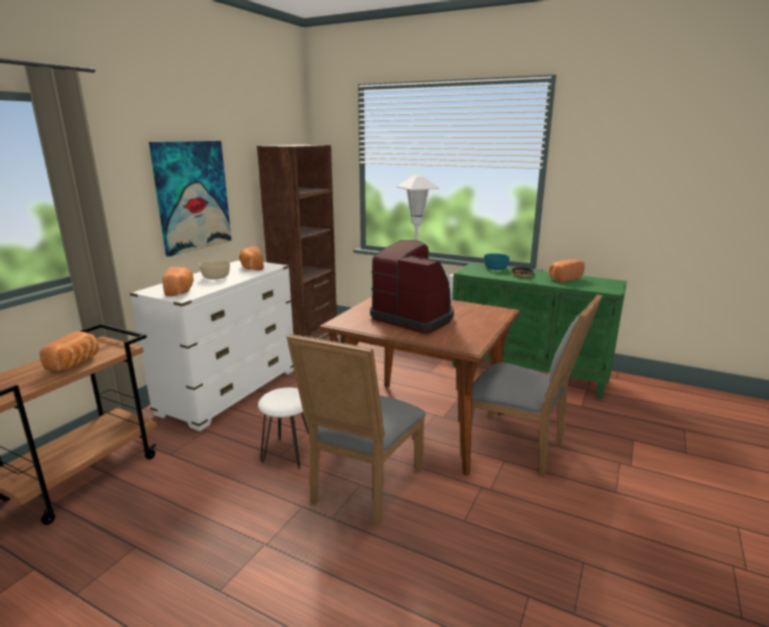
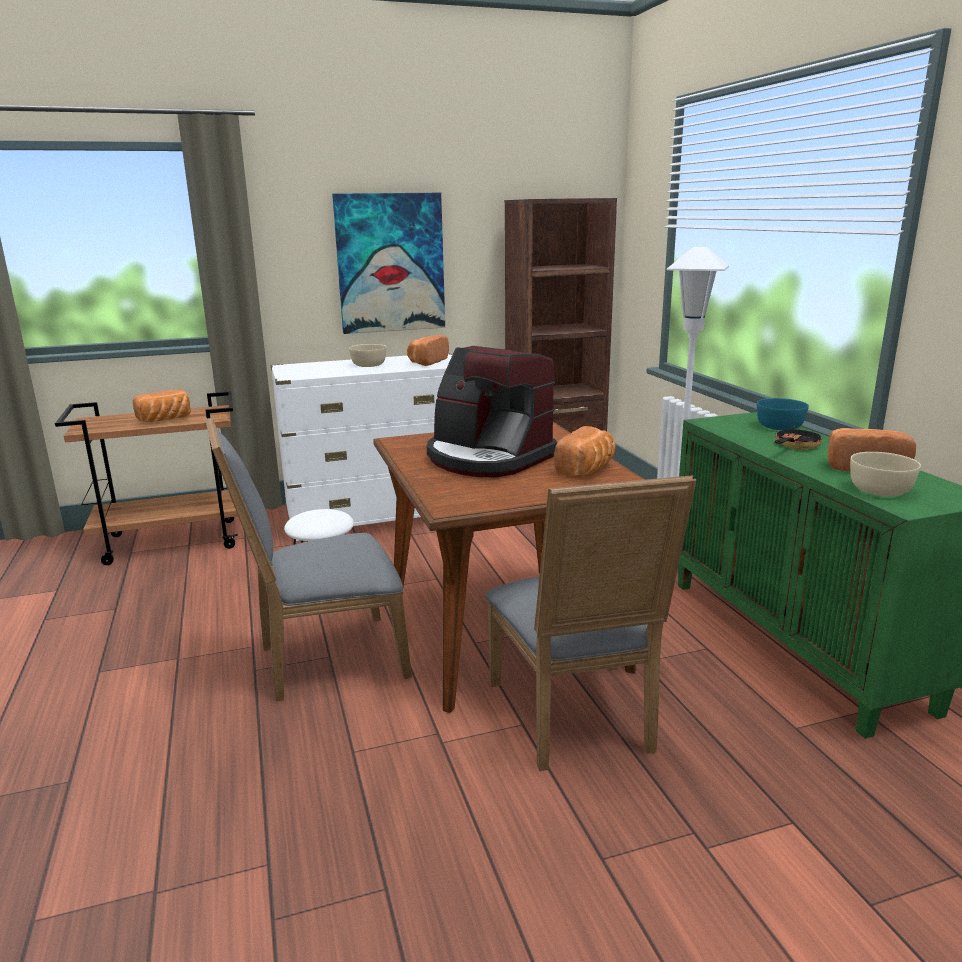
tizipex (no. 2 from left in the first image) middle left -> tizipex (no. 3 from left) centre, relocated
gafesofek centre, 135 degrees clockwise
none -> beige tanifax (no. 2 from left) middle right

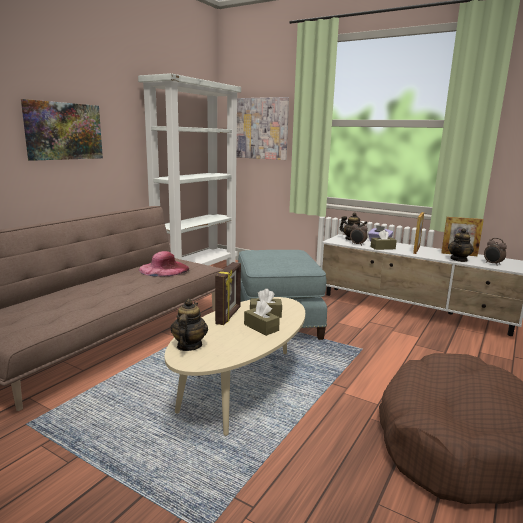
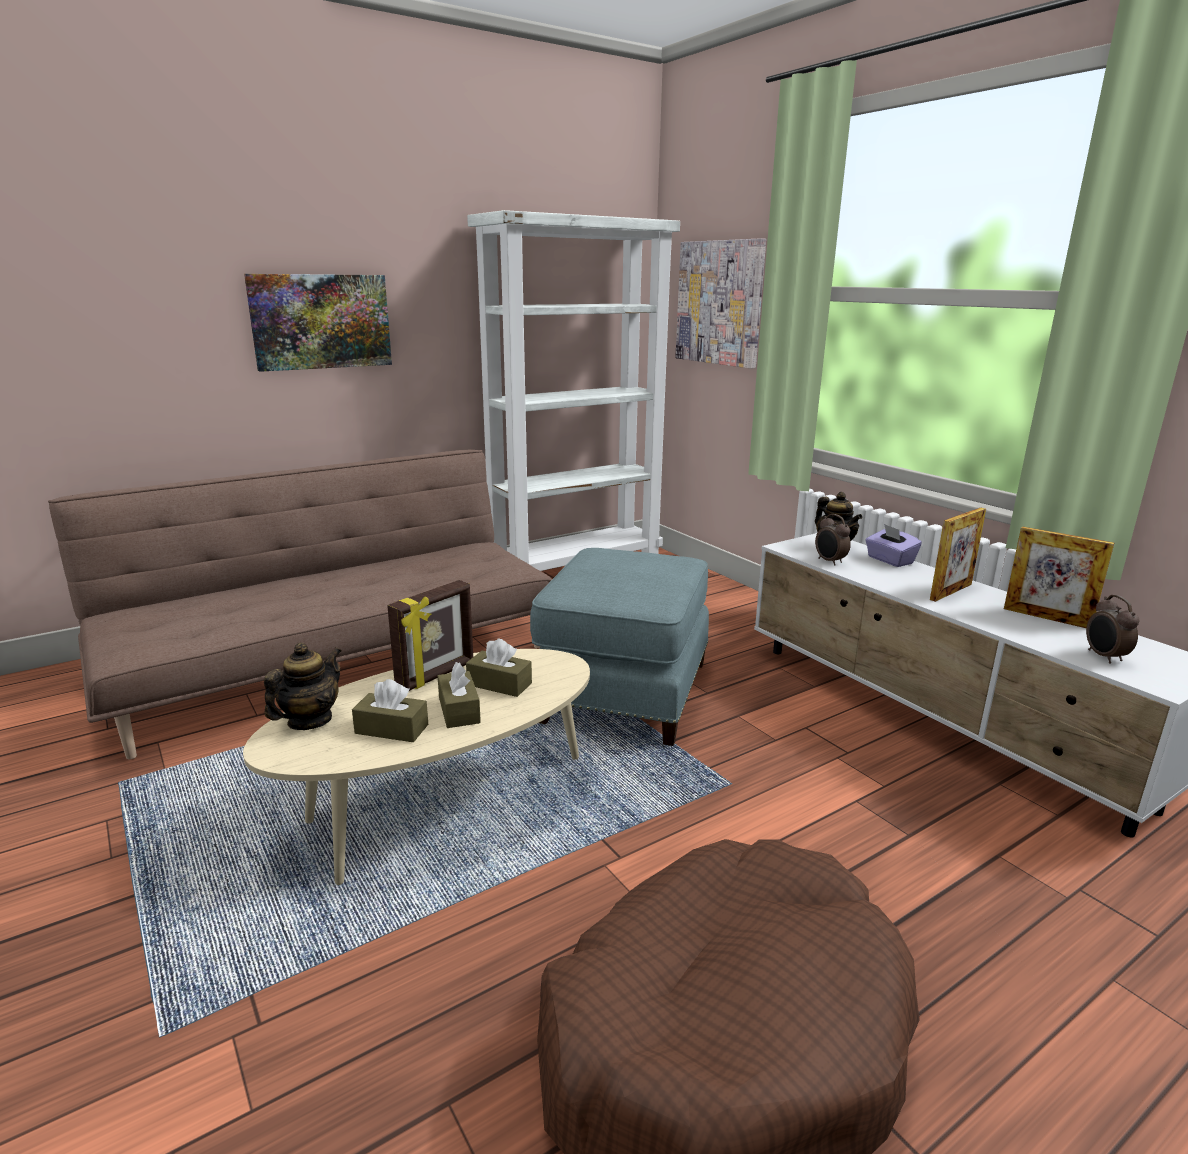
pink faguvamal middle left -> none
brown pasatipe (no. 3 from left in the first image) middle right -> brown pasatipe (no. 1 from left) middle left, relocated
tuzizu (no. 3 from left) middle right -> none

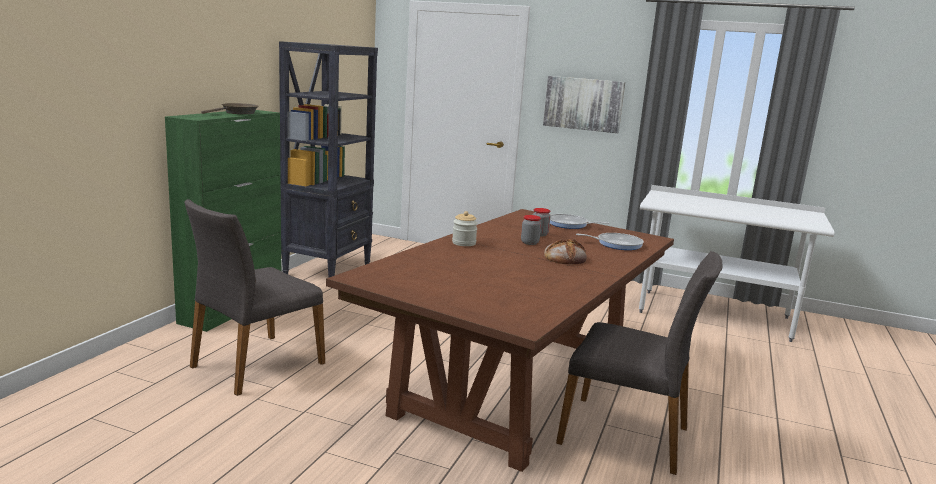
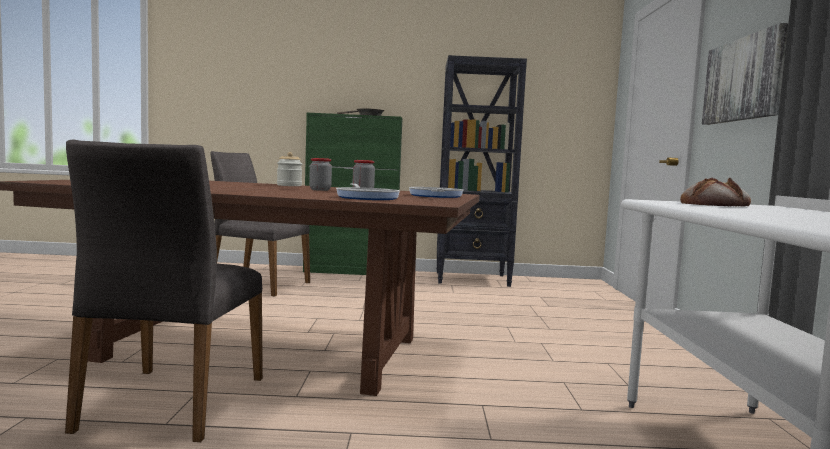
tizipex centre -> tizipex middle right, relocated

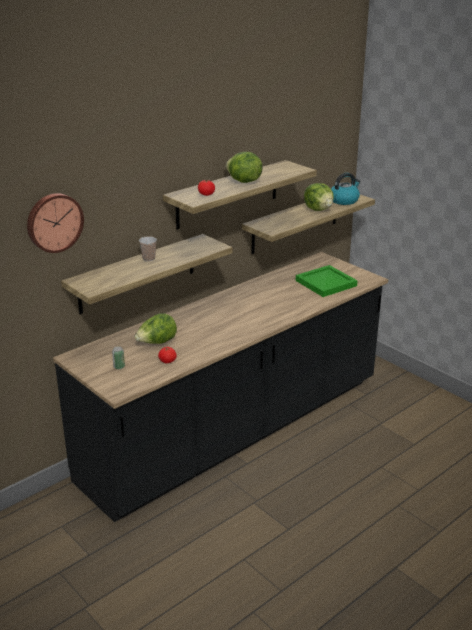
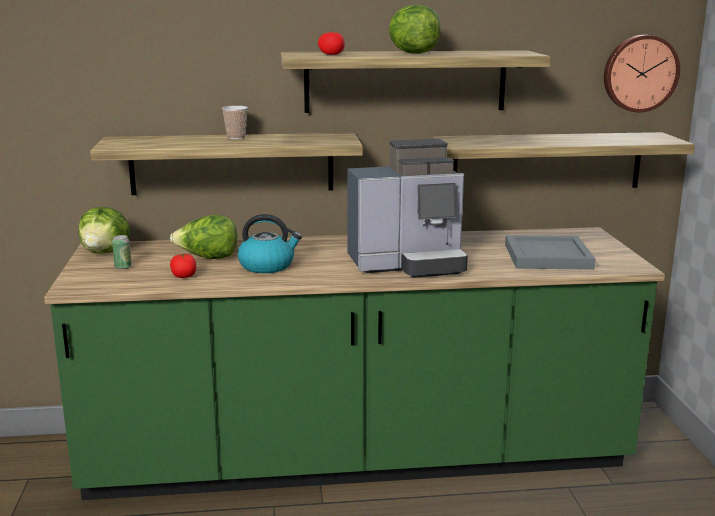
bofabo middle left -> bofabo top right, relocated
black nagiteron centre -> green nagiteron bottom centre
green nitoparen middle right -> grey nitoparen middle right
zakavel (no. 3 from left in the first image) top right -> zakavel (no. 1 from left) middle left, relocated
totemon top right -> totemon centre, relocated
none -> gafesofek centre

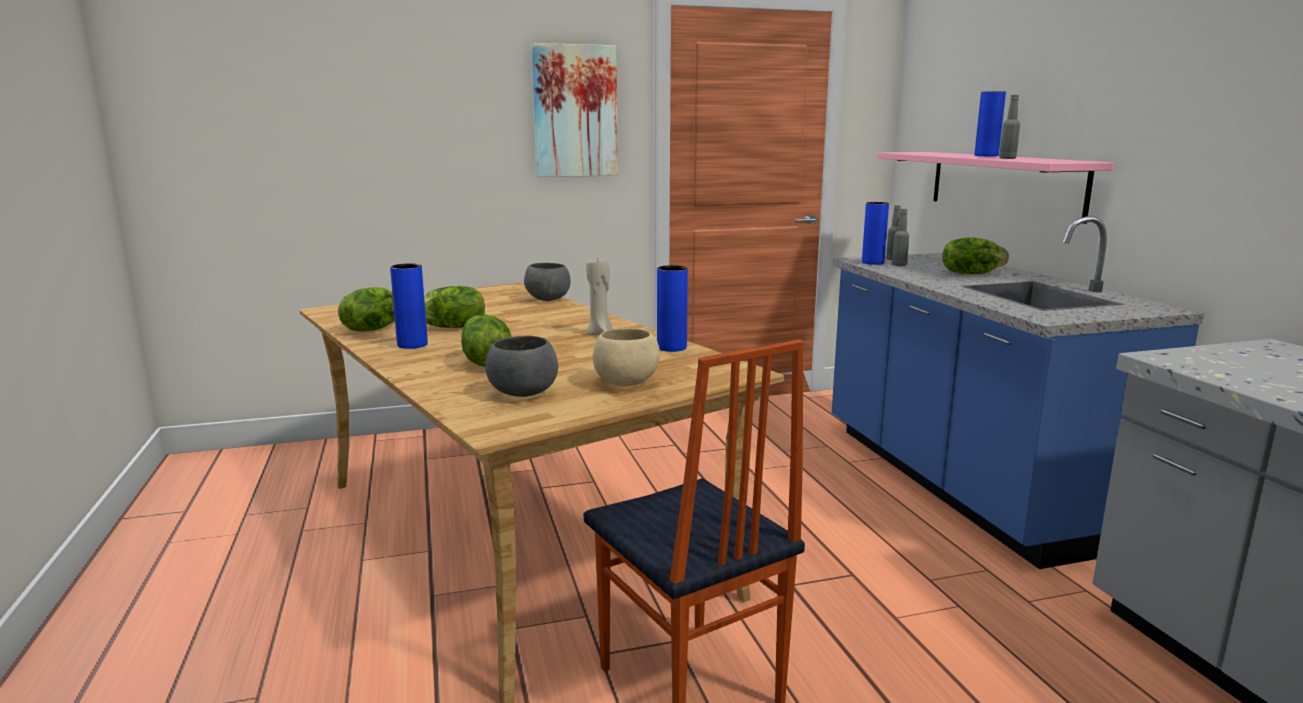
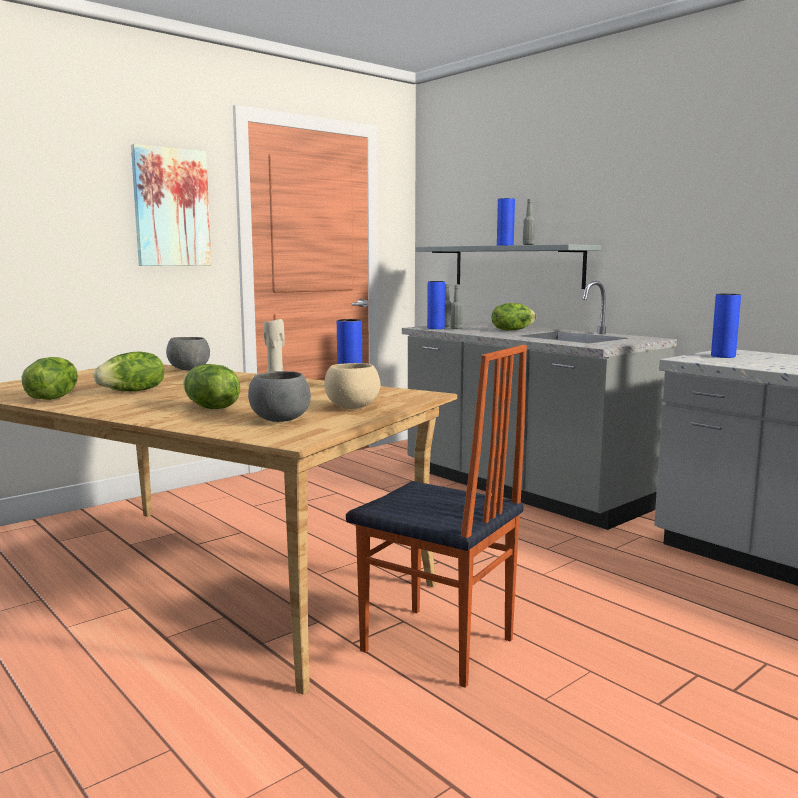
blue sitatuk (no. 1 from left in the first image) middle left -> blue sitatuk (no. 4 from left) middle right, relocated
blue nagiteron middle right -> grey nagiteron (no. 1 from left) middle right
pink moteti top right -> grey moteti centre

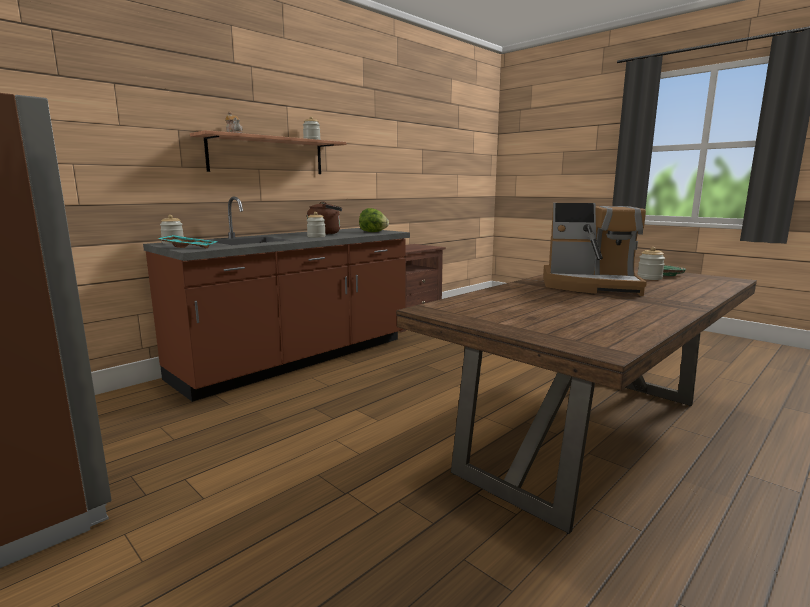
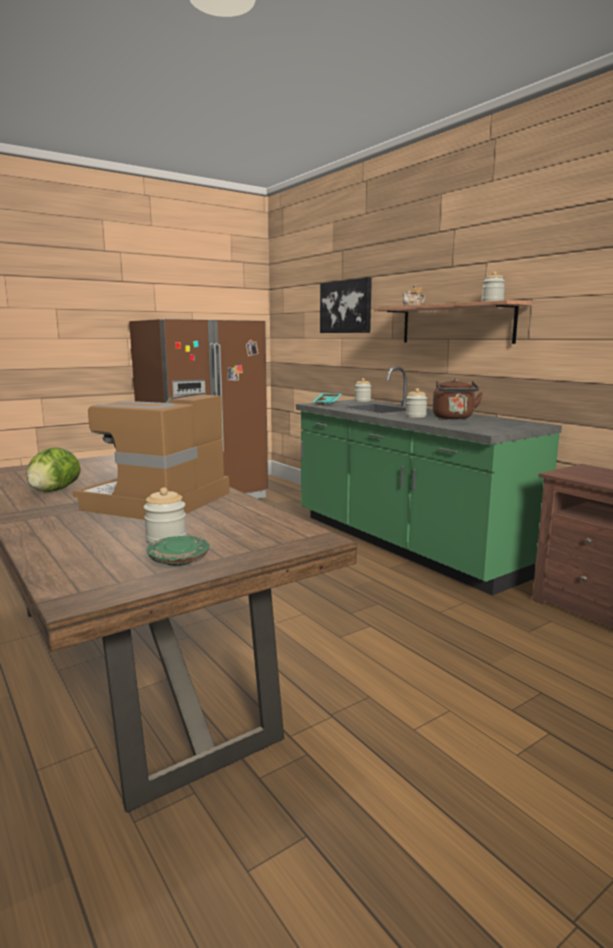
brown nagiteron centre -> green nagiteron middle right
zakavel centre -> zakavel middle left, relocated
none -> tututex top centre

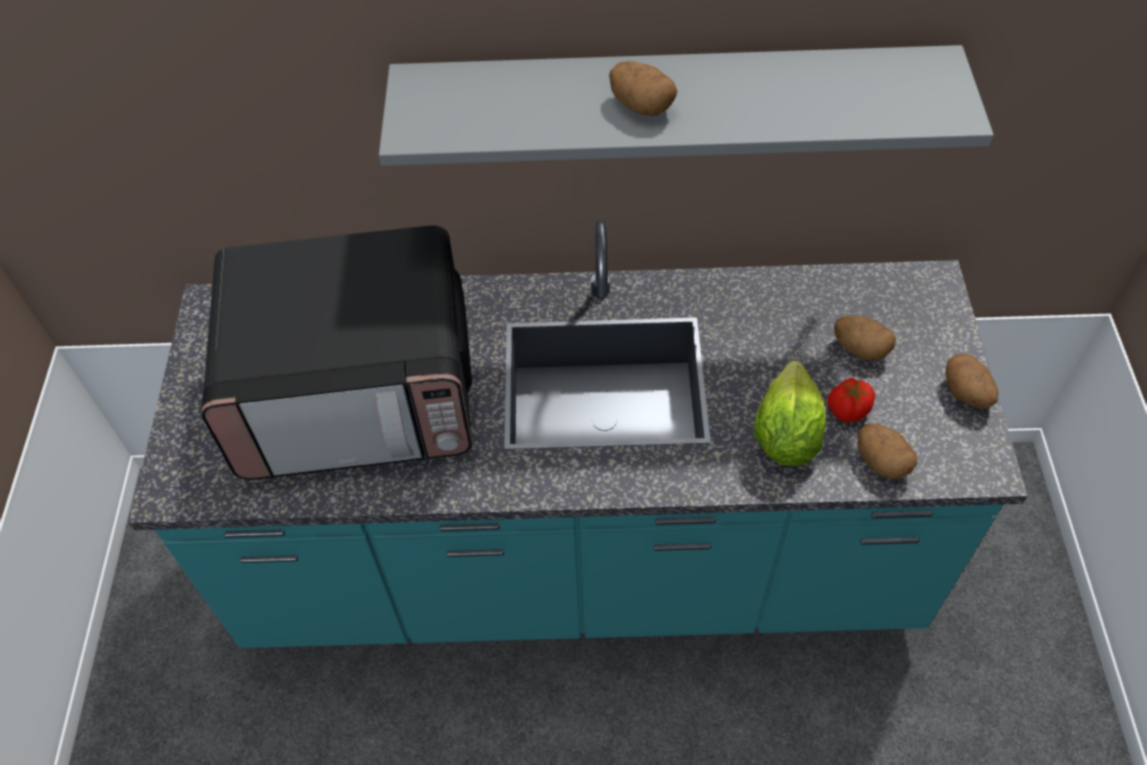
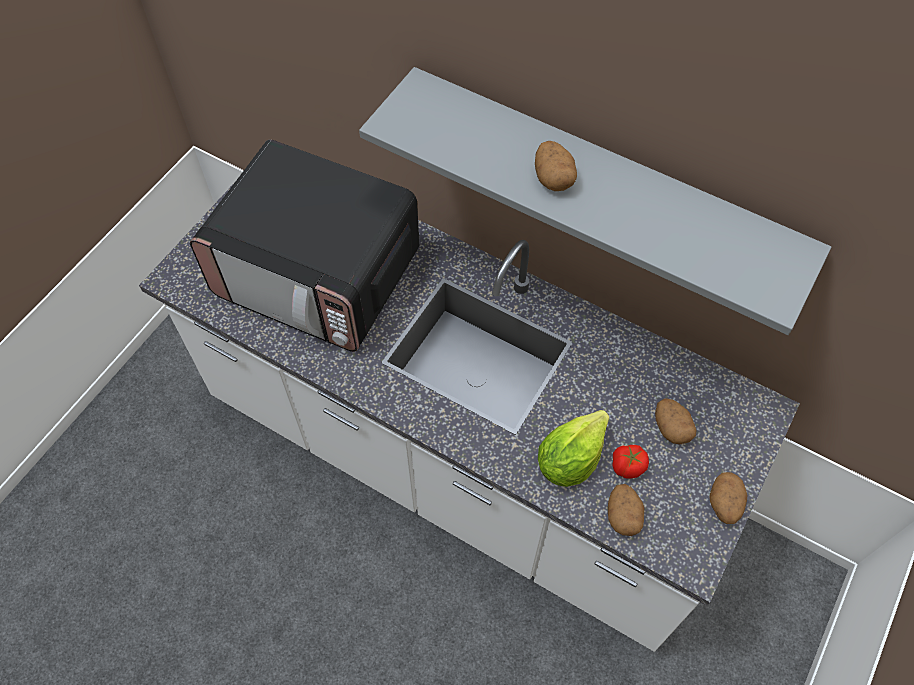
turquoise nagiteron centre -> white nagiteron centre

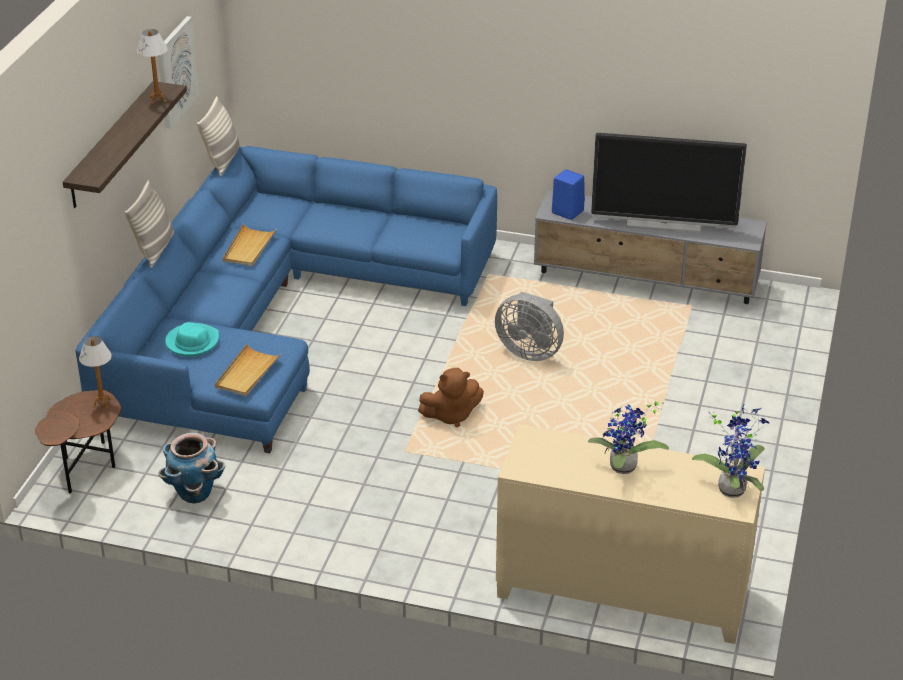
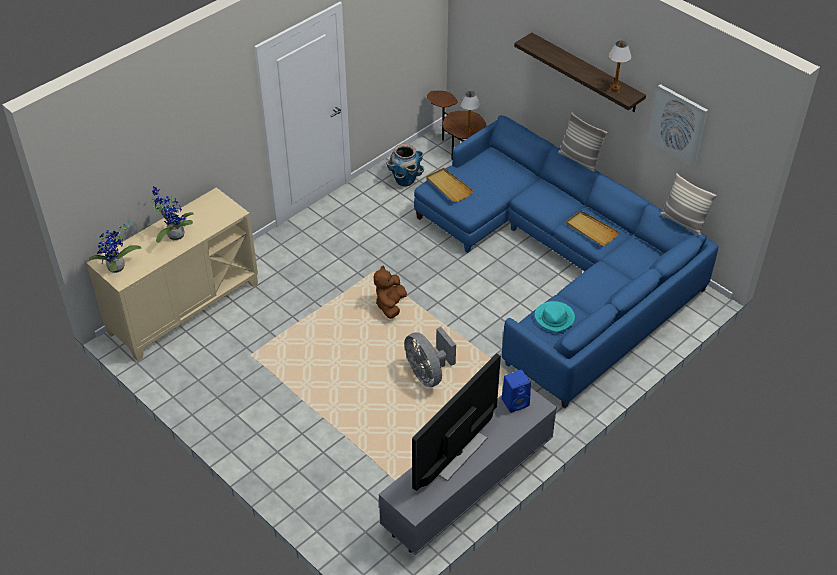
turquoise faguvamal middle left -> turquoise faguvamal centre, relocated
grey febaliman centre, 90 degrees counterclockwise

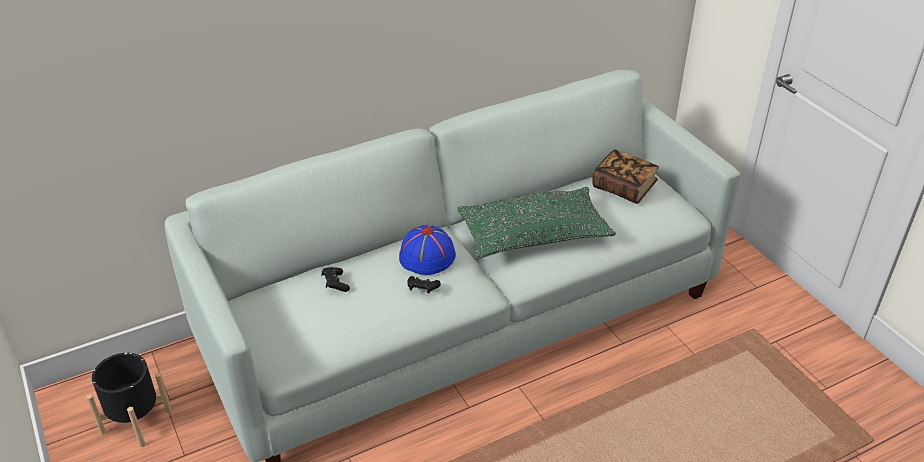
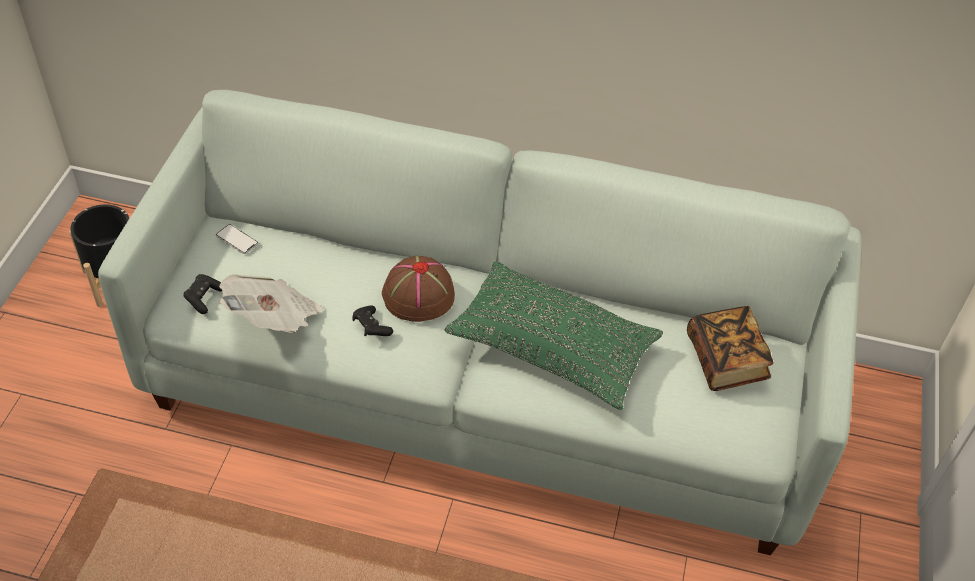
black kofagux (no. 1 from left) centre -> black kofagux (no. 1 from left) middle left, relocated
blue faguvamal centre -> brown faguvamal centre
none -> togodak middle left
none -> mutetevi middle left

